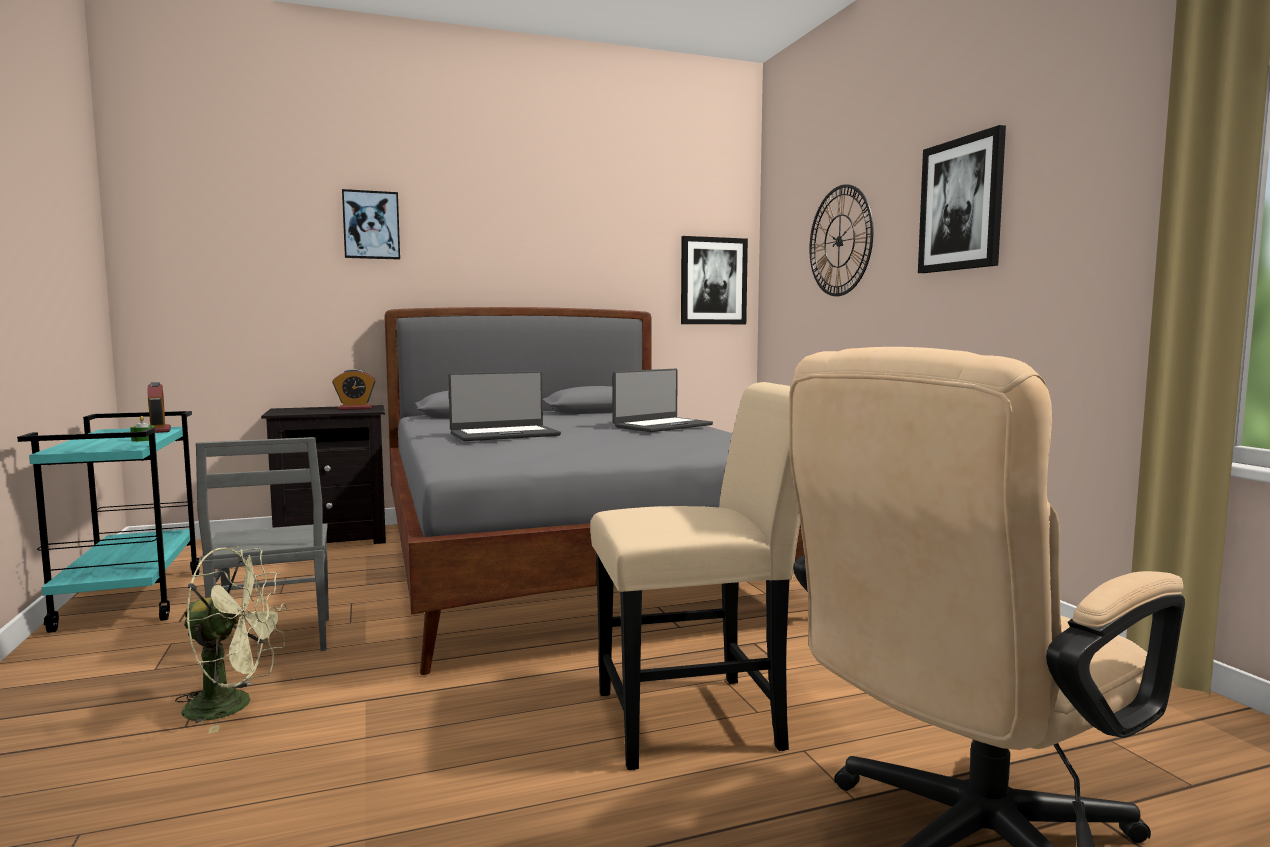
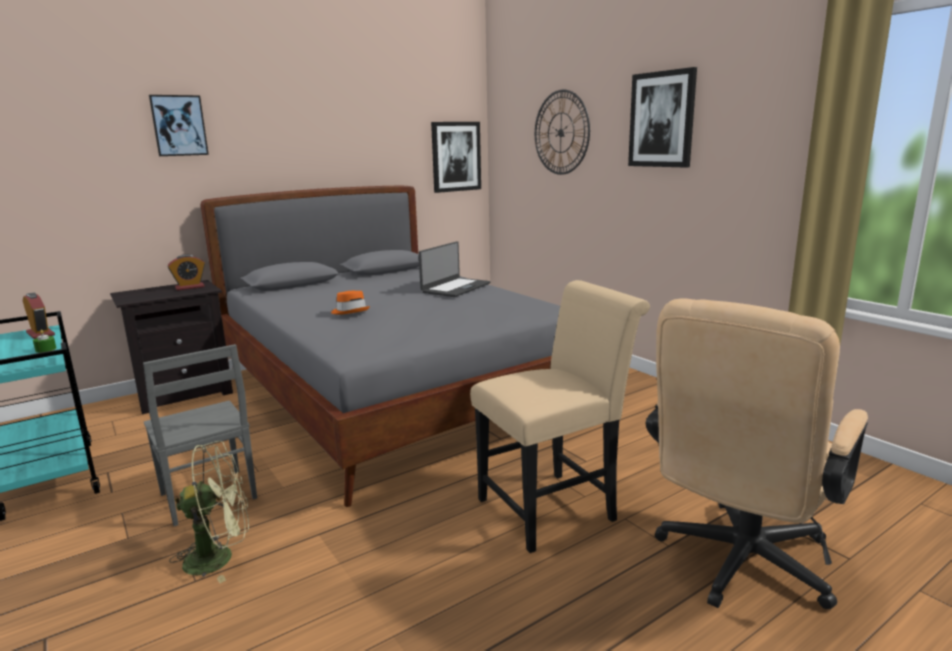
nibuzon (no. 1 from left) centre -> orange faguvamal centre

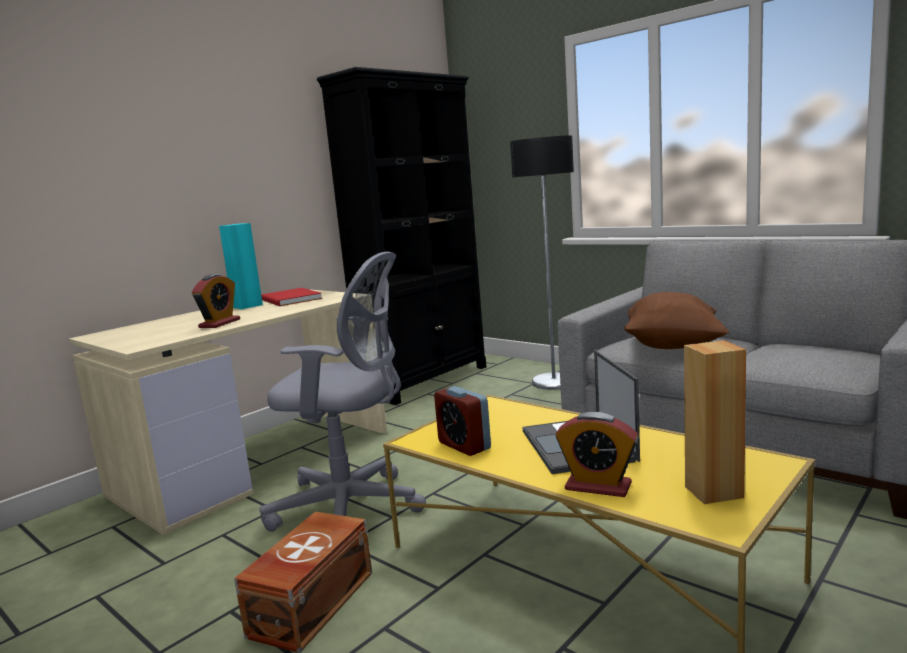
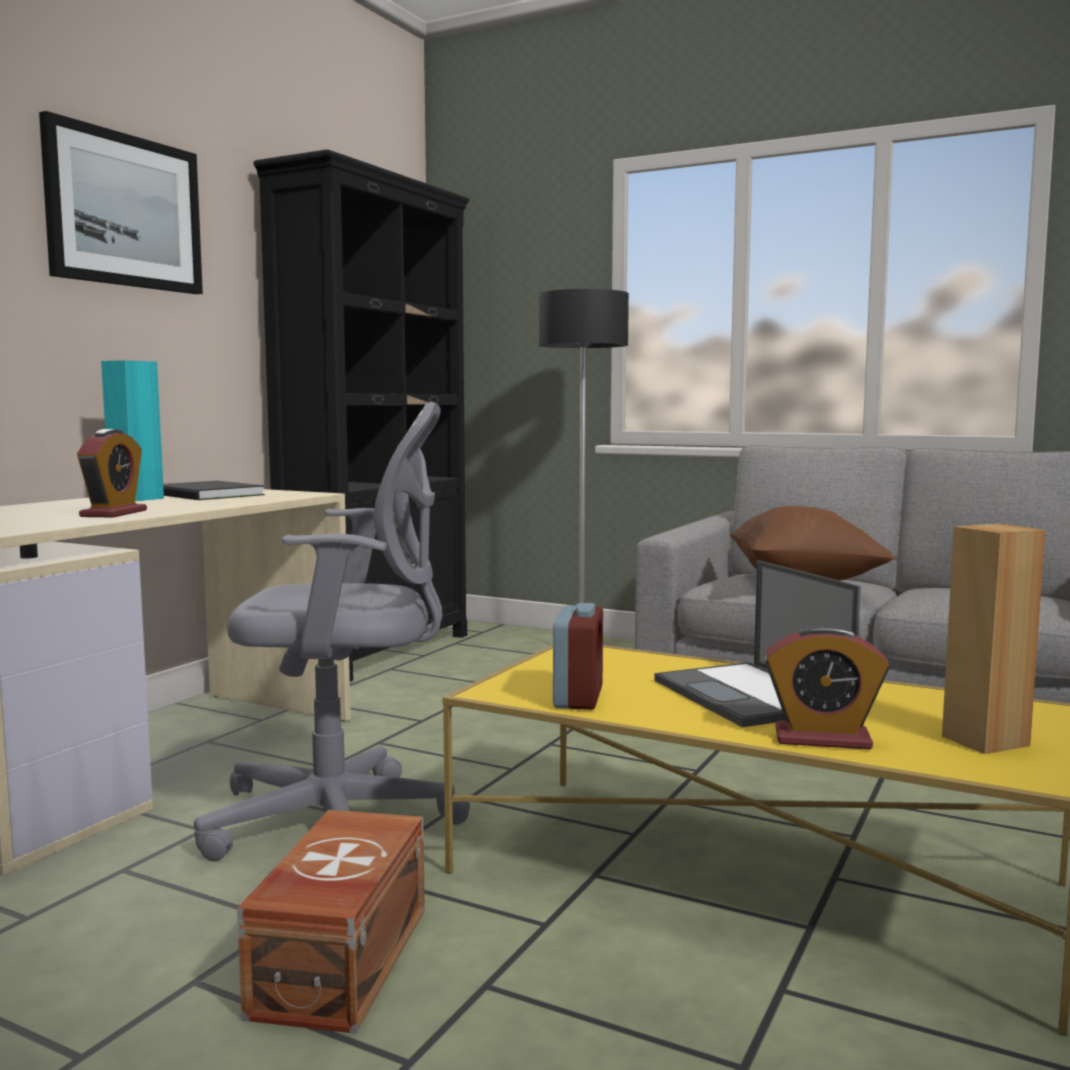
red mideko middle left -> black mideko middle left
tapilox (no. 2 from left) centre, 120 degrees counterclockwise
none -> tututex top left

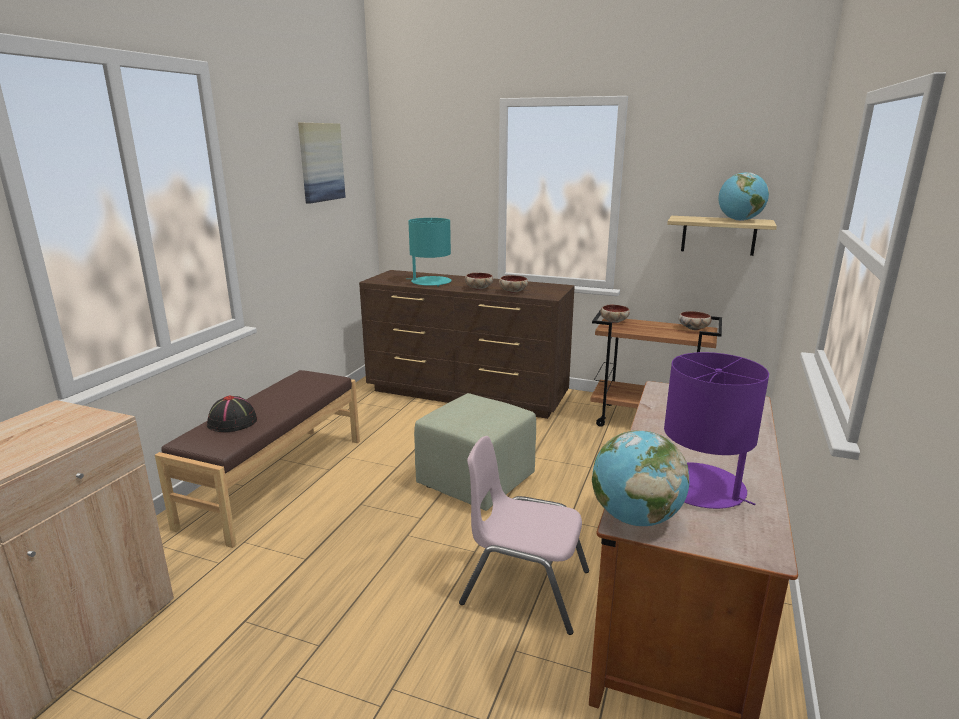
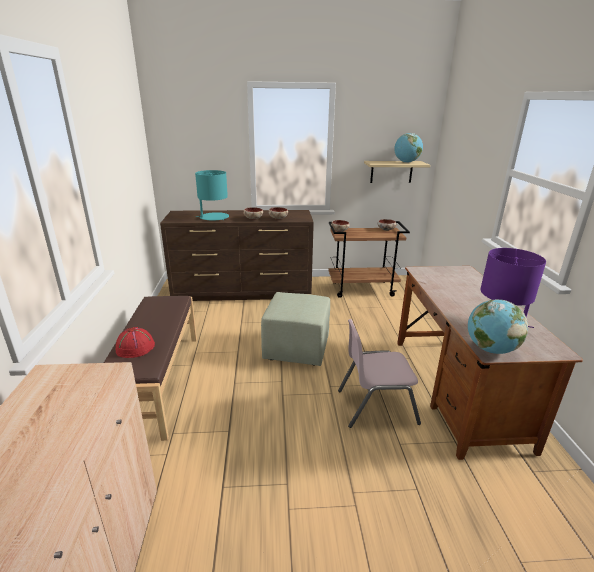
black faguvamal middle left -> red faguvamal middle left
tututex top centre -> none

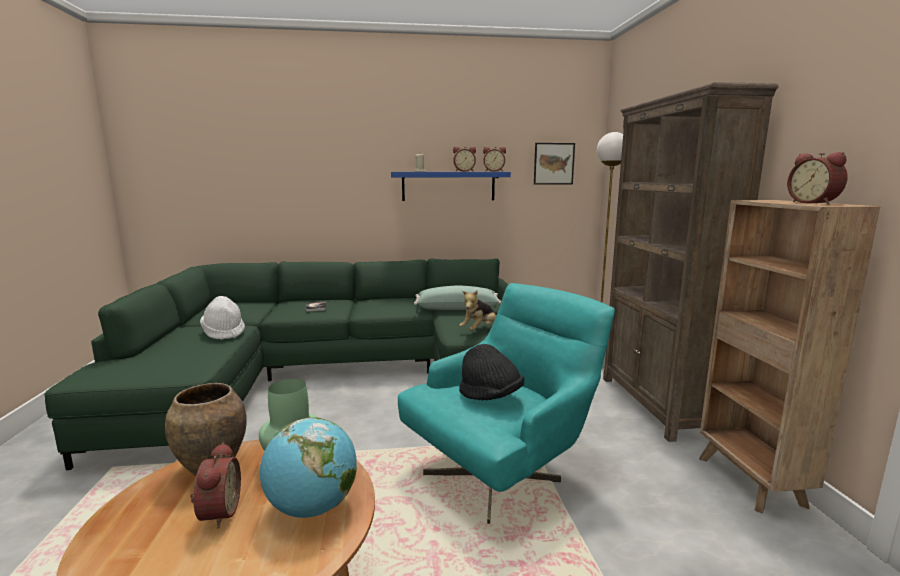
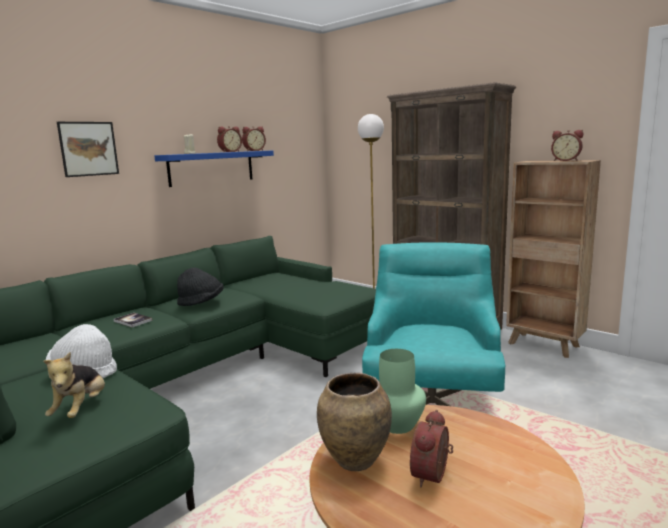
tapilox (no. 1 from left in the first image) bottom left -> tapilox (no. 3 from left) bottom centre, 105 degrees counterclockwise
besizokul bottom centre -> none
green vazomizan centre -> none
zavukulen centre -> zavukulen bottom left, relocated
black faguvamal centre -> black faguvamal middle left, relocated
tututex top centre -> tututex top left, relocated

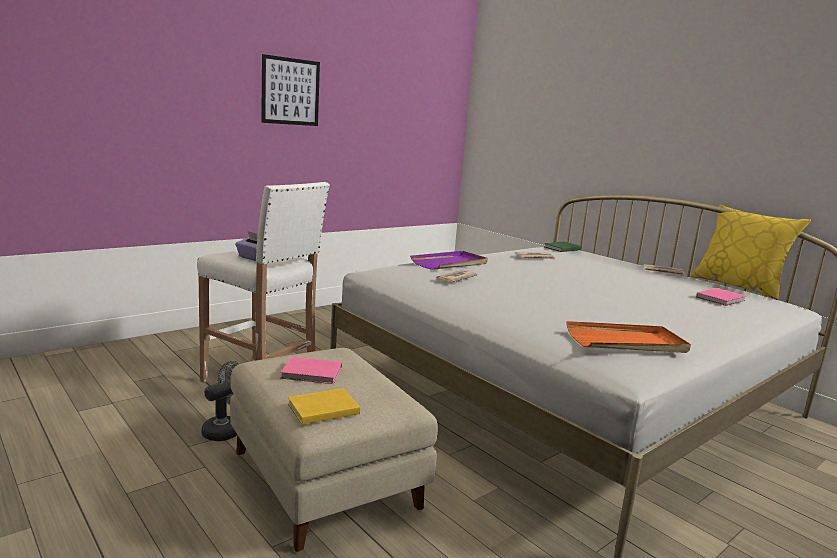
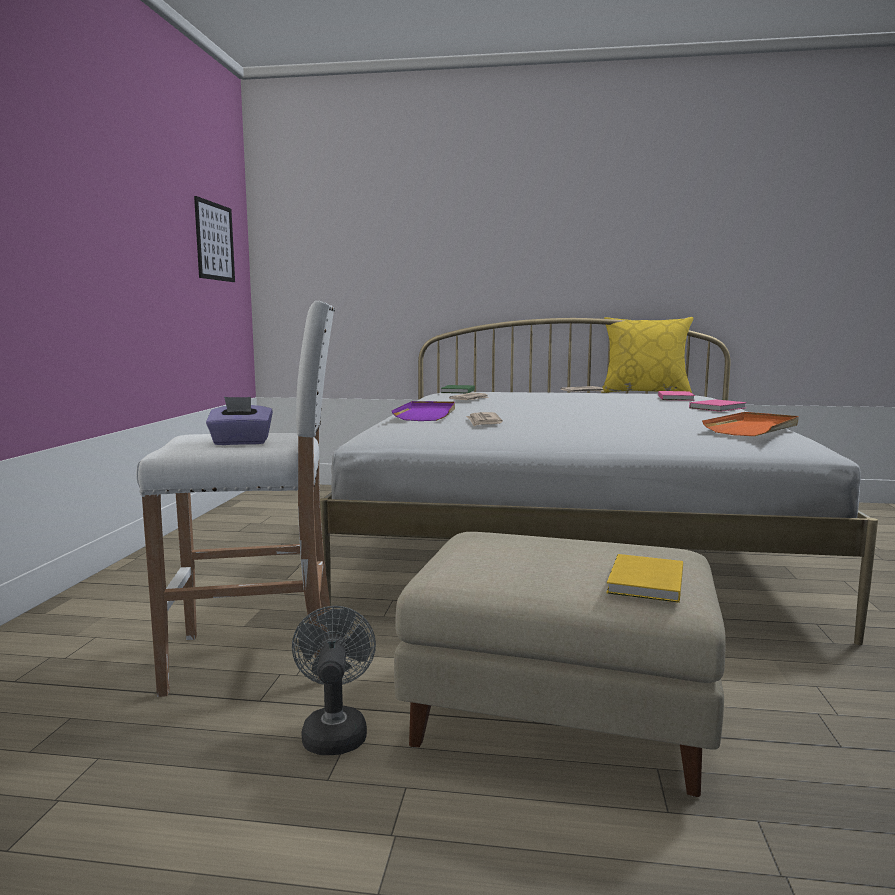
tututex top centre -> tututex top left, relocated
pink mideko (no. 1 from left in the first image) centre -> pink mideko (no. 2 from left) middle right, relocated

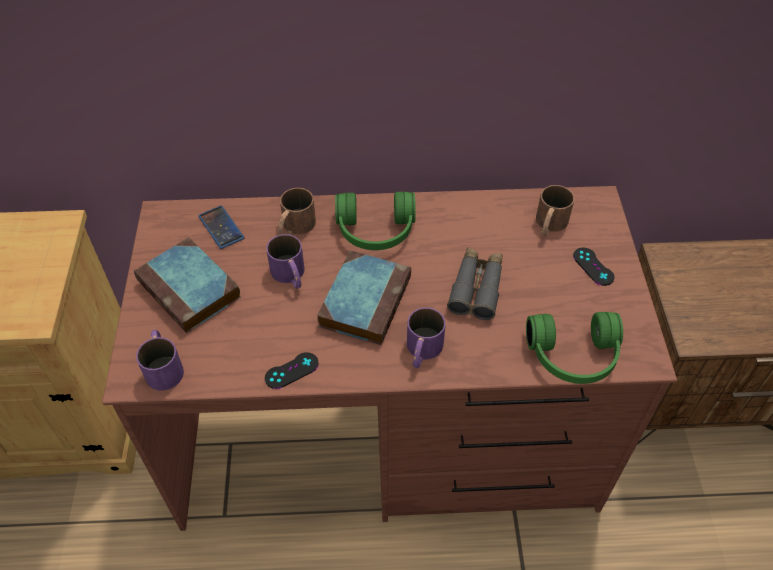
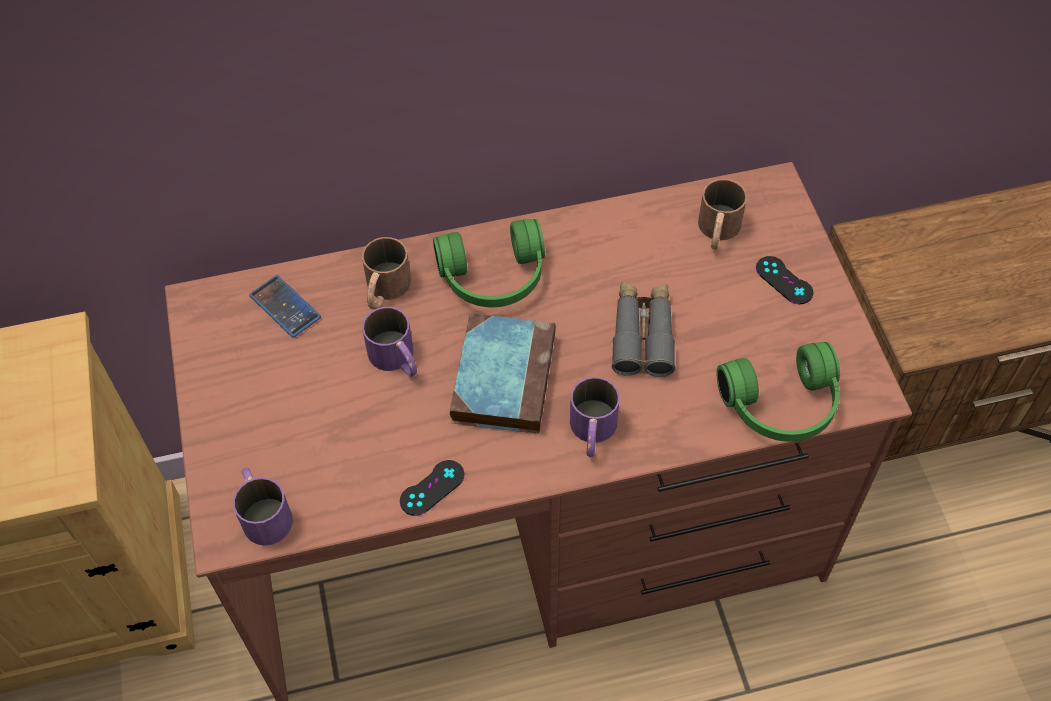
mideko (no. 1 from left) middle left -> none

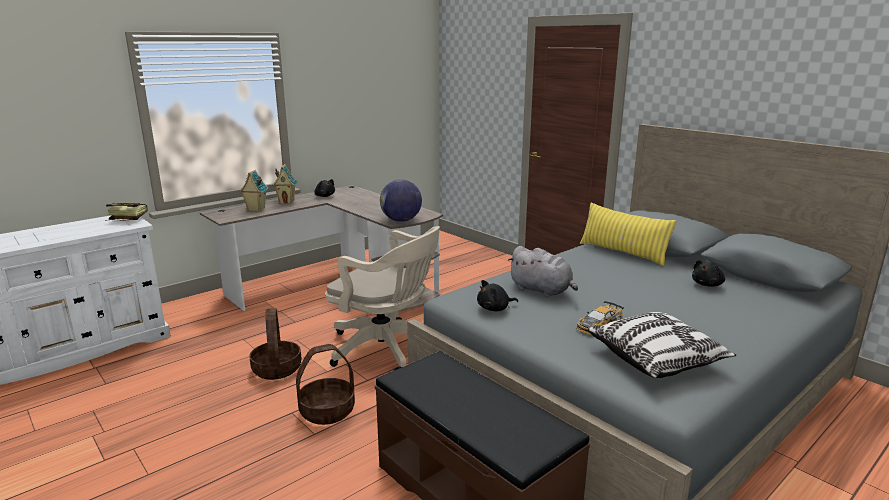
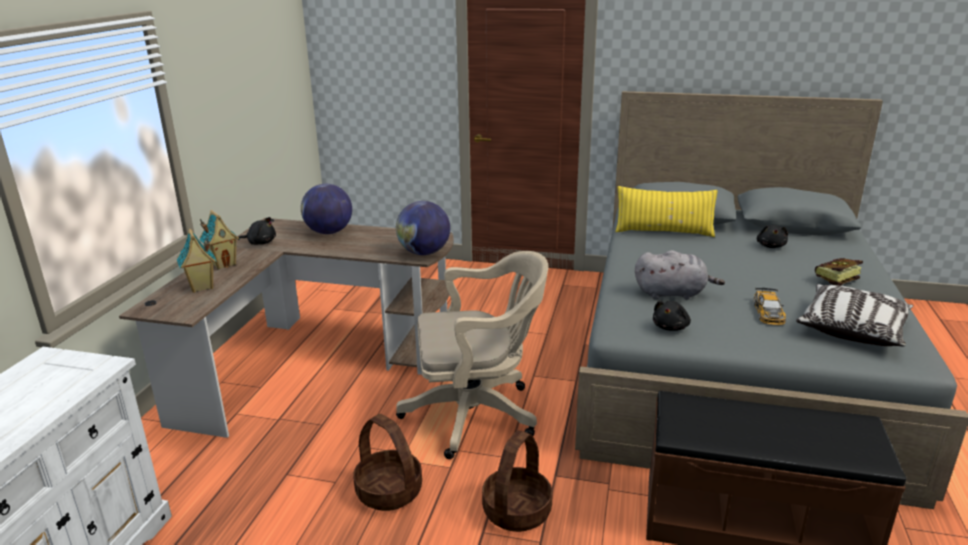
mideko middle left -> mideko middle right, relocated
none -> besizokul (no. 1 from left) centre

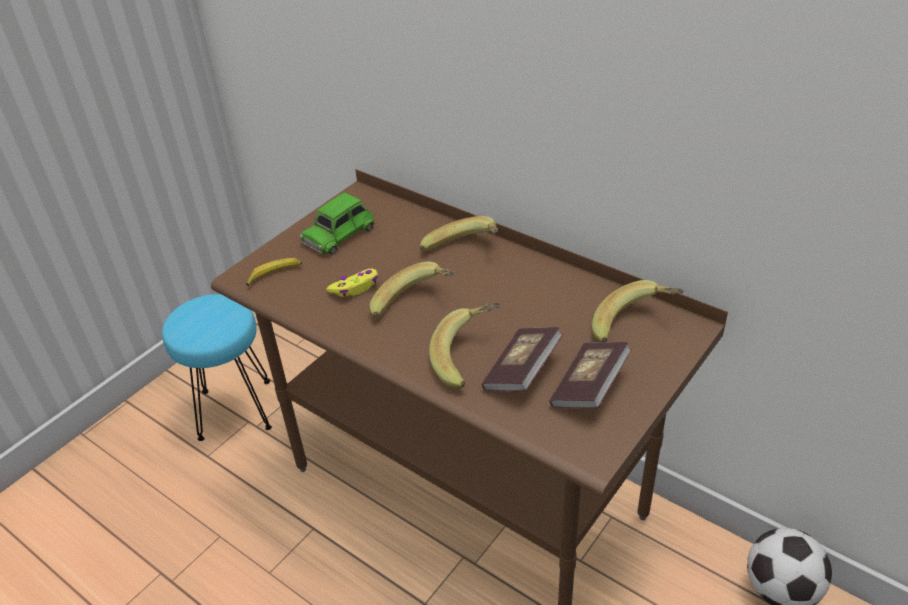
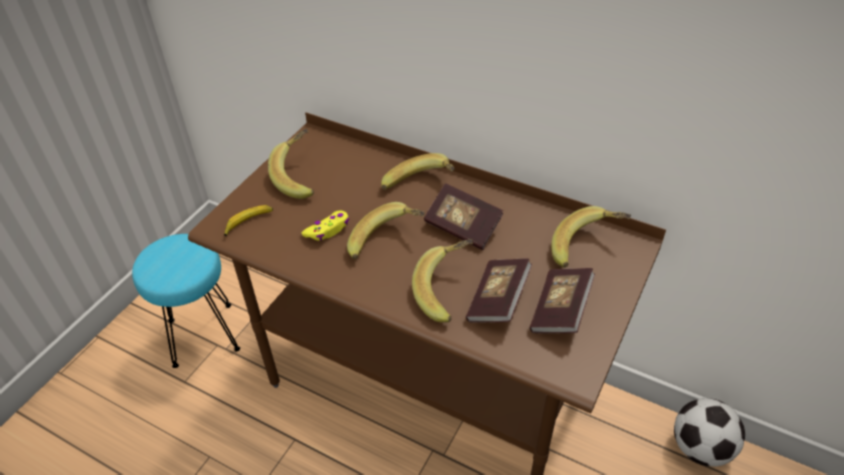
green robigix centre -> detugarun (no. 2 from left) centre
none -> mideko (no. 1 from left) centre

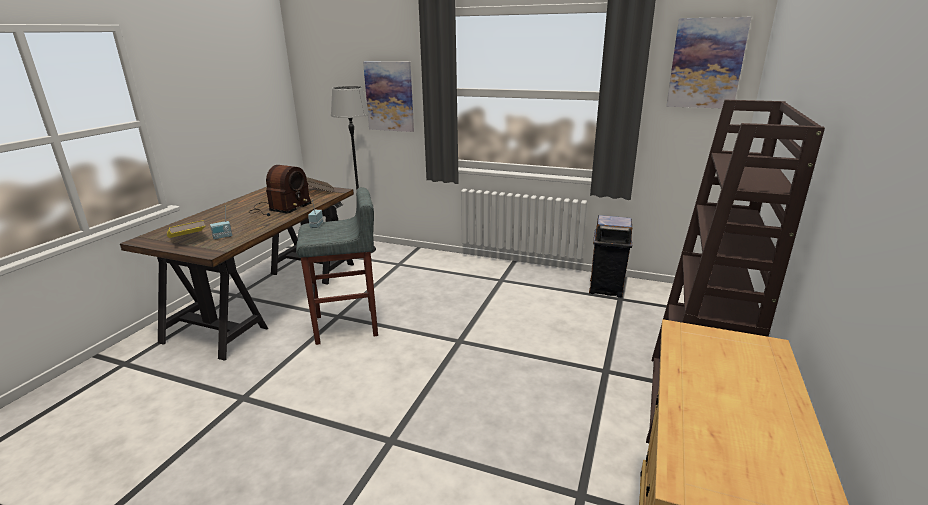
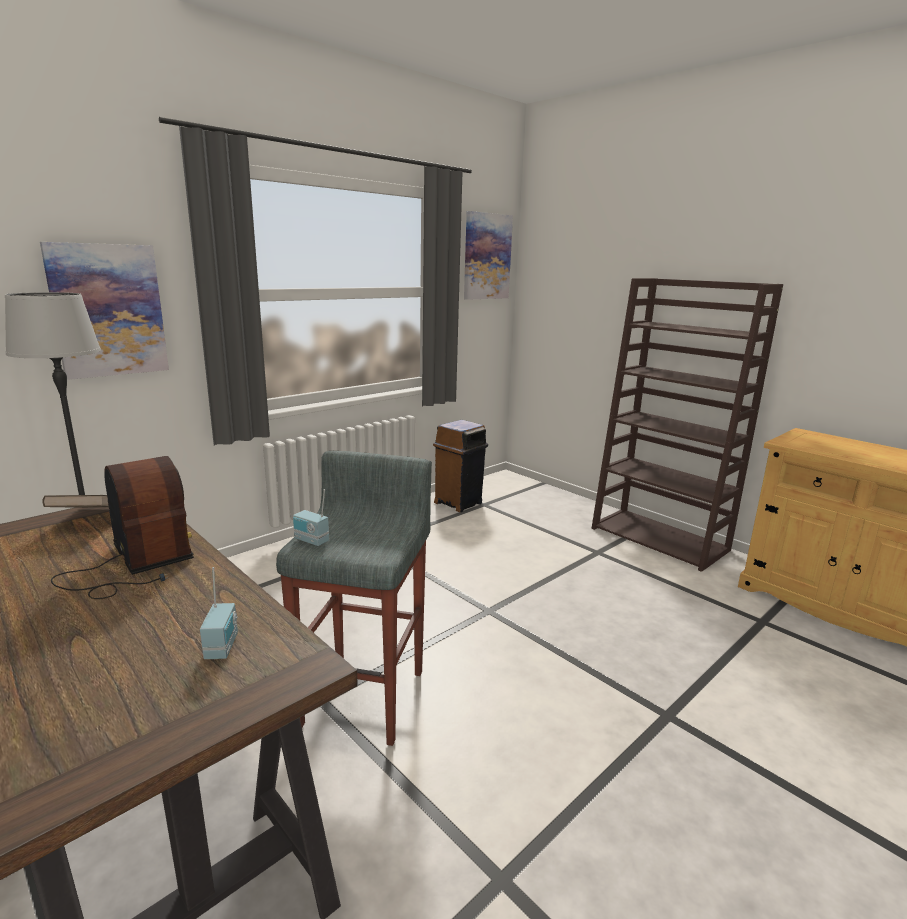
yellow mideko middle left -> none

